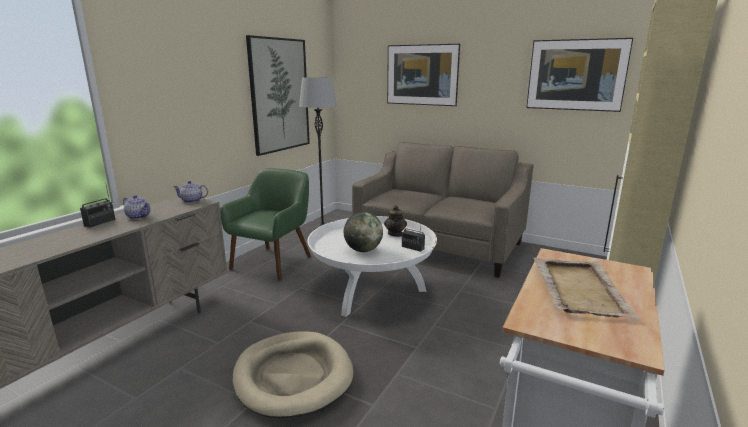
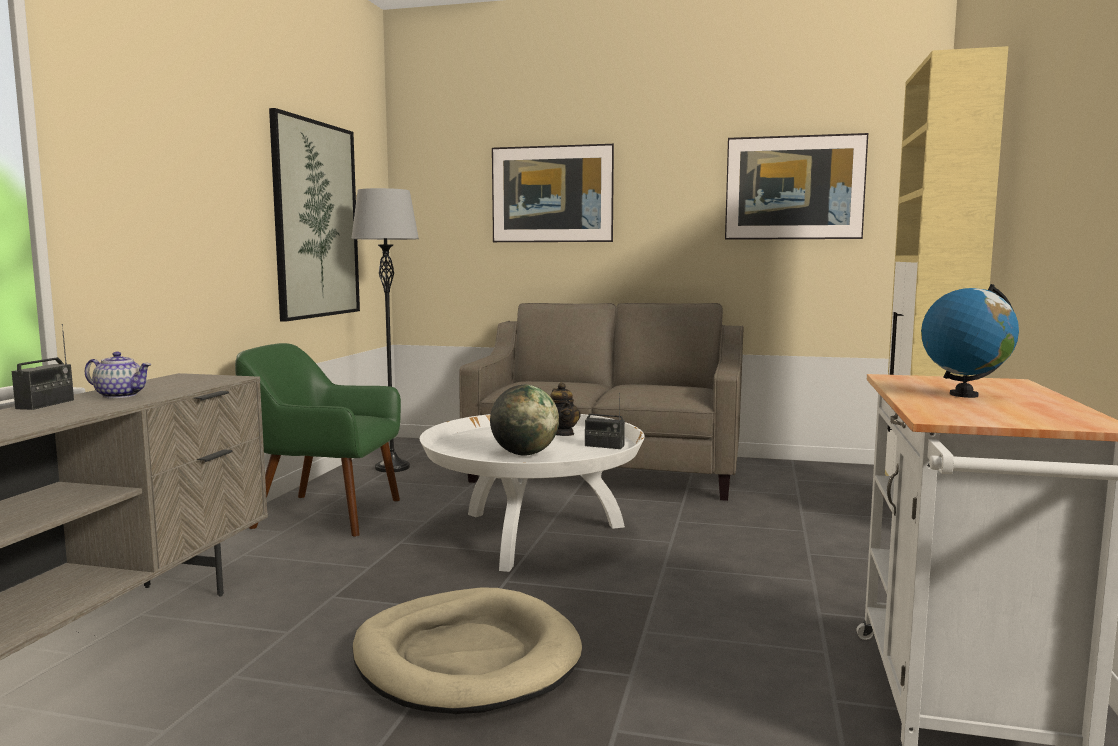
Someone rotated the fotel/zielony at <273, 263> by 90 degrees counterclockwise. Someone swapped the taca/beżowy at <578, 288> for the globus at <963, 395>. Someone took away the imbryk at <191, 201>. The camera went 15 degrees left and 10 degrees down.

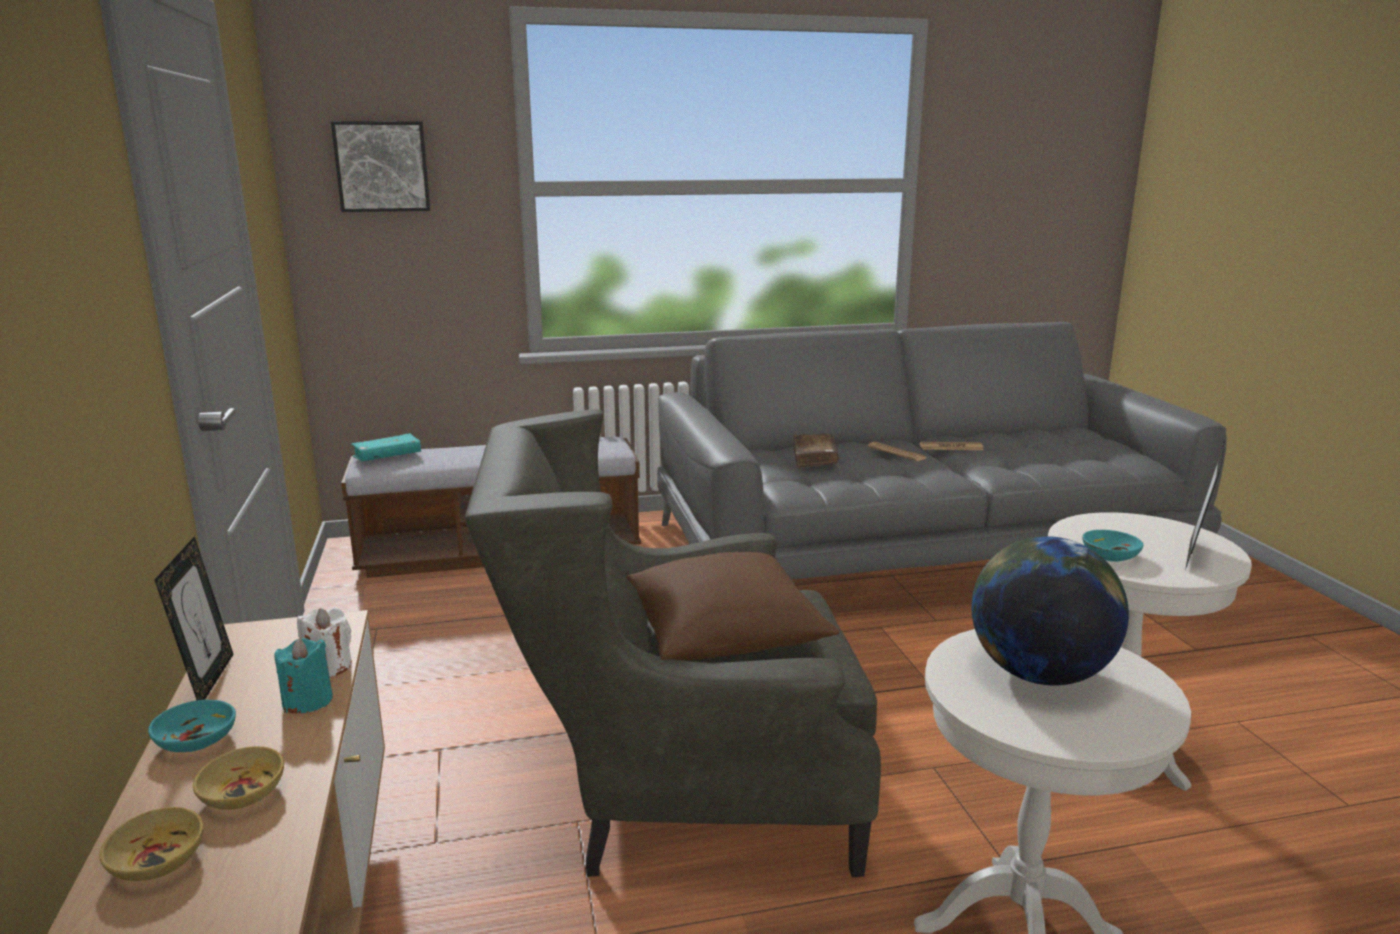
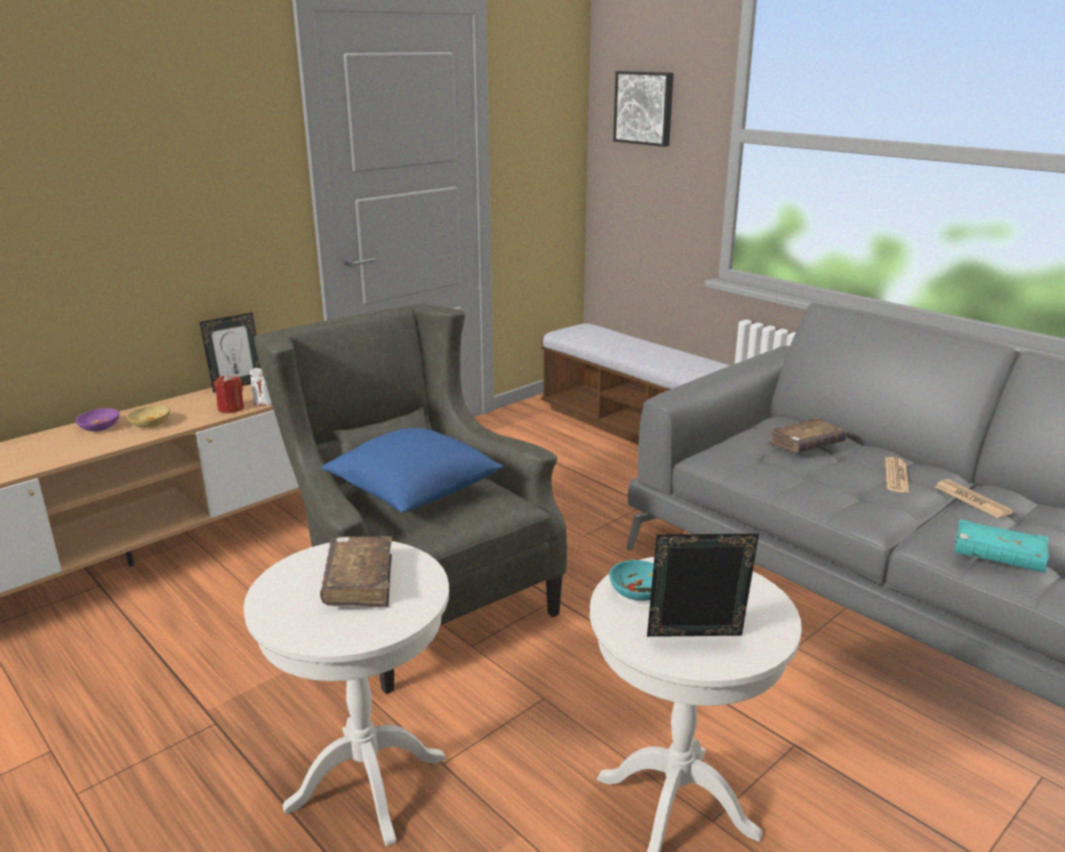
Someone repainted the miska/beżowy at <158, 860>, which became the miska/fioletowy at <100, 427>. Someone repainted the świeca/turkusowy at <307, 701>, which became the świeca/czerwony at <231, 408>. Someone swapped the globus at <1038, 673> for the książka/brązowy at <359, 582>. Someone repainted the poduszka/brązowy at <725, 638>, which became the poduszka/niebieski at <414, 493>. Someone carried the książka/turkusowy from <387, 457> to <997, 557>. Someone took away the miska/turkusowy at <197, 739>. The camera went 60 degrees right and 5 degrees up.

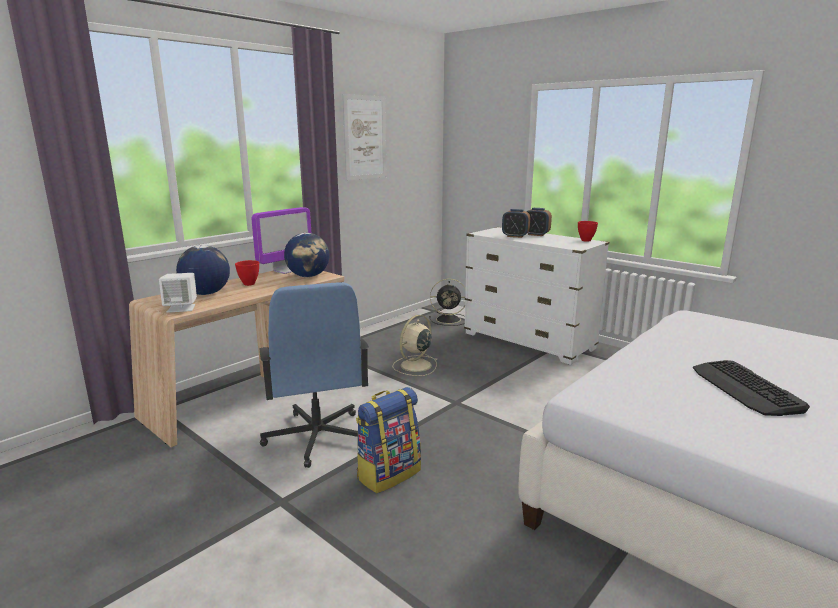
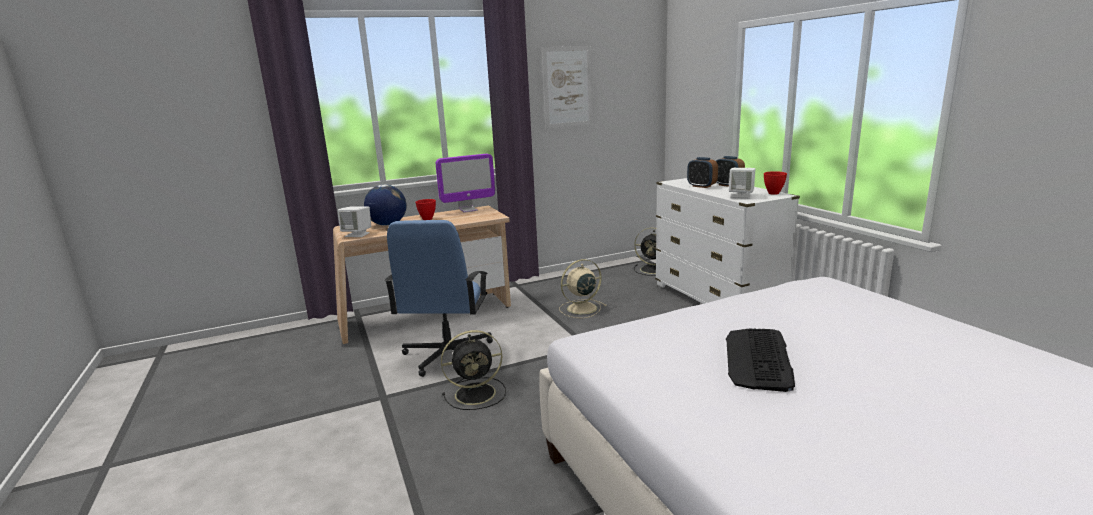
Someone swapped the plecak at <388, 473> for the wentylator/czarny at <477, 393>. Someone put down the głośnik/biały at <741, 196>. Someone took away the globus at <308, 276>. The camera went 25 degrees right and 0 degrees up.

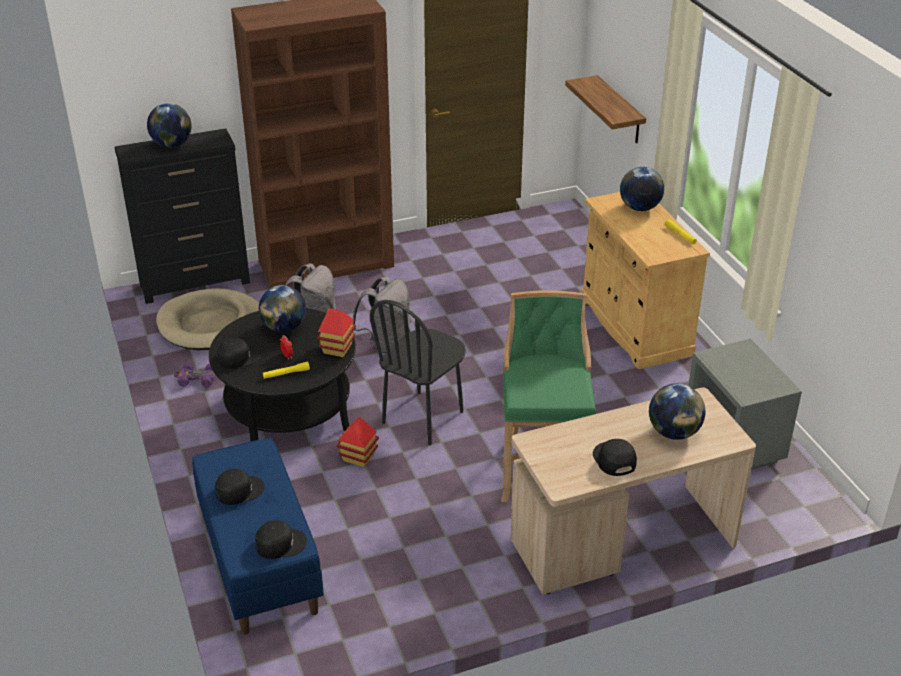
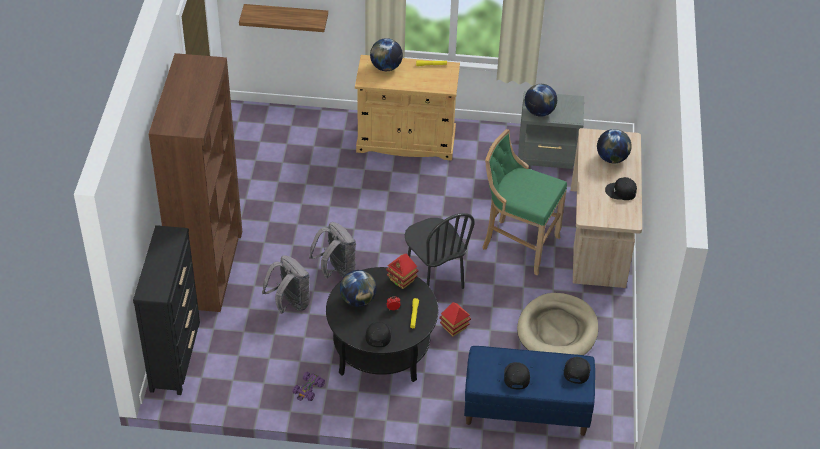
Someone carried the legowisko/beżowy from <211, 324> to <557, 330>. Someone carried the globus from <172, 145> to <539, 112>. The camera went 65 degrees left and 10 degrees up.

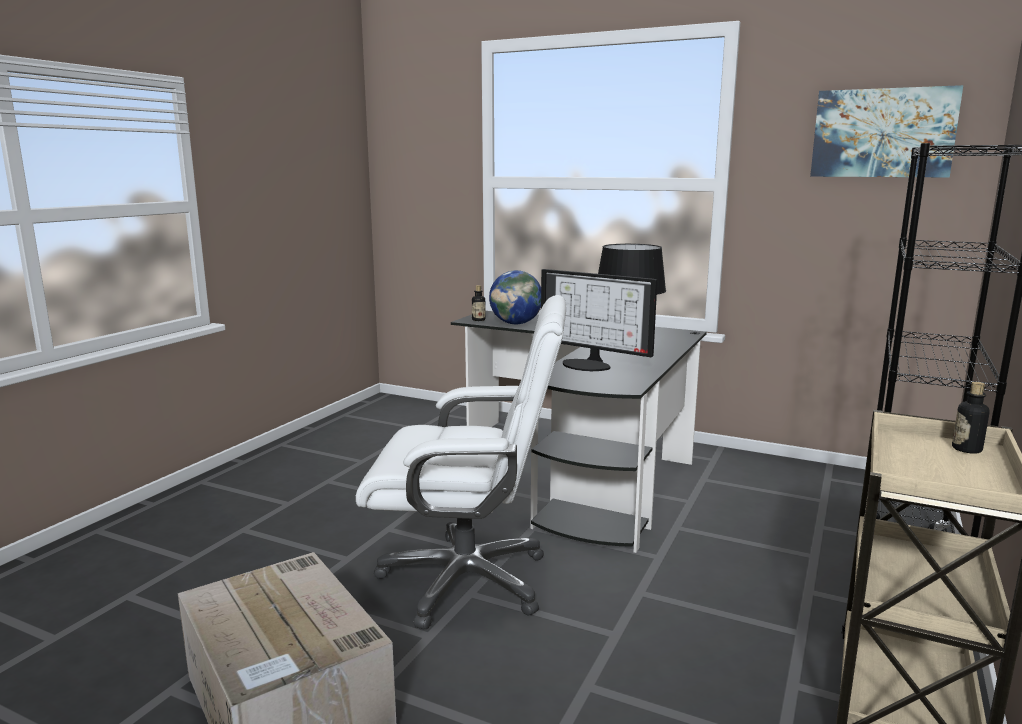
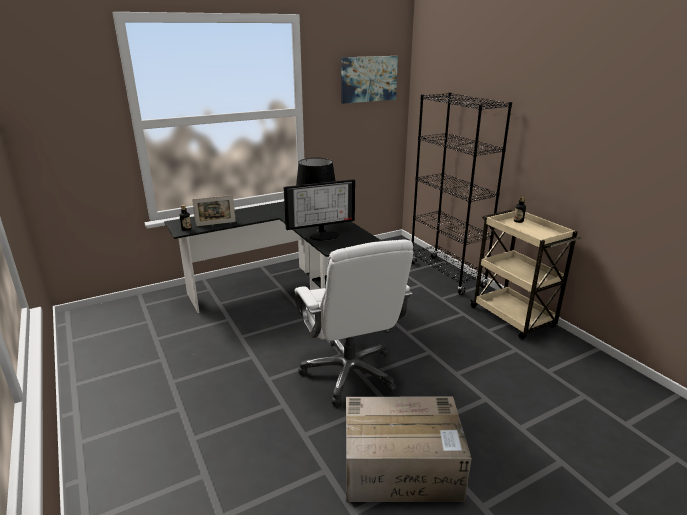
Someone swapped the globus at <516, 323> for the ramka na zdjęcie at <216, 224>. Someone rotated the krzesło biurowe/biały at <467, 580> by 120 degrees clockwise. The camera went 55 degrees left and 10 degrees up.

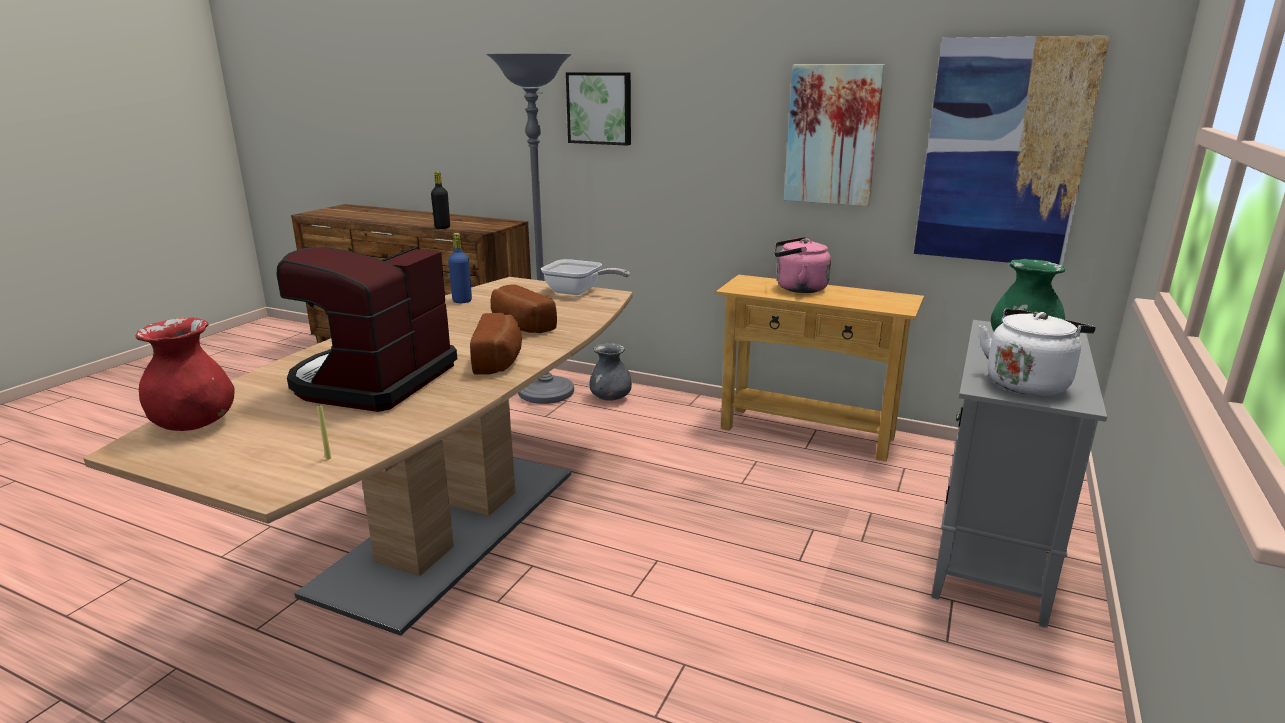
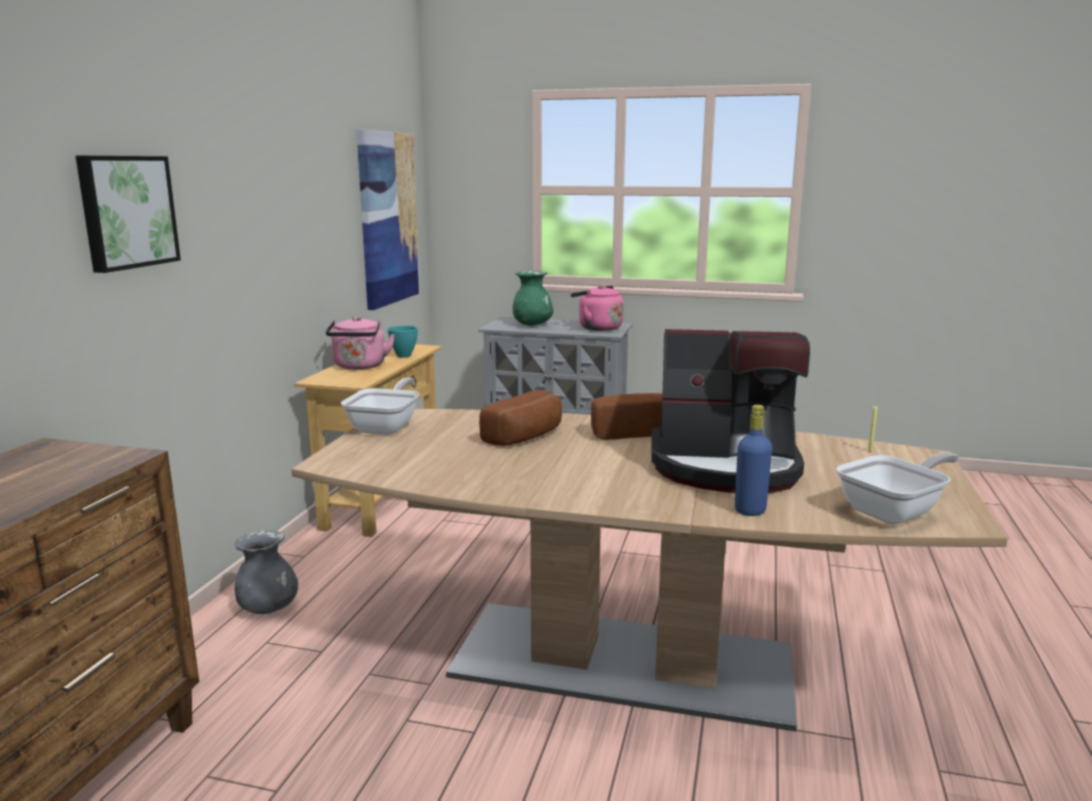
Someone put down the miska/turkusowy at <404, 355>. Someone repainted the czajnik/biały at <1028, 383>, which became the czajnik/różowy at <597, 328>. Someone carried the butelka/niebieski from <462, 301> to <750, 510>. Someone swapped the wazon/czerwony at <195, 424> for the patelnia at <895, 512>. Someone took away the butelka/czarny at <442, 227>. Someone took away the lampa stojąca/szary at <546, 393>. Someone took away the obraz at <832, 135>. The camera went 100 degrees left and 5 degrees down.

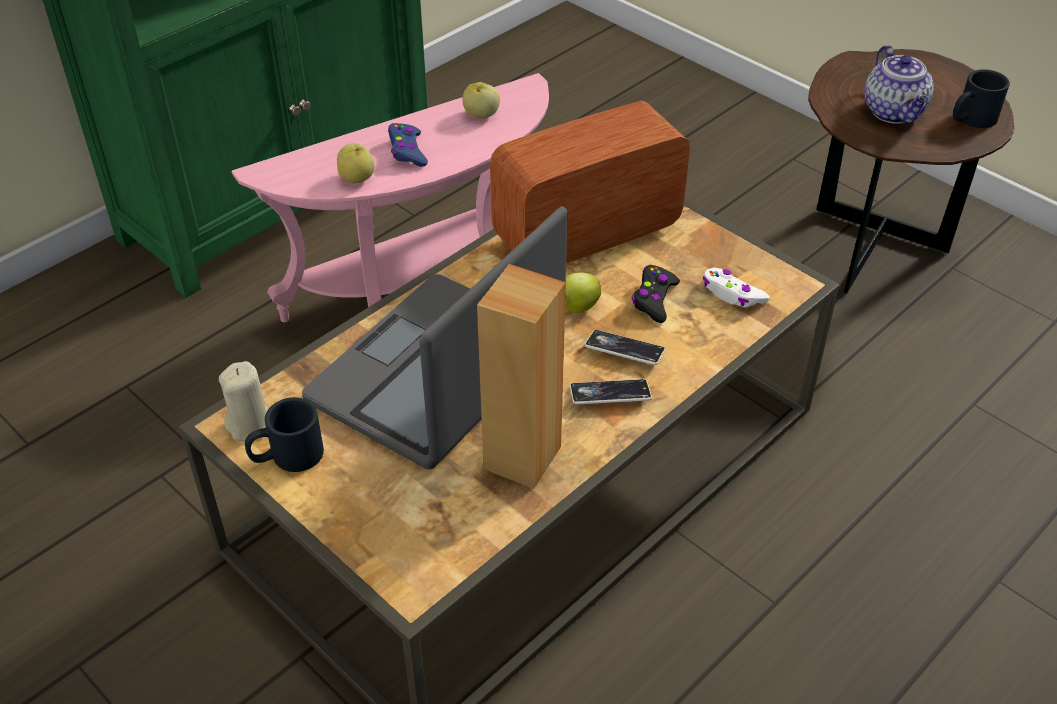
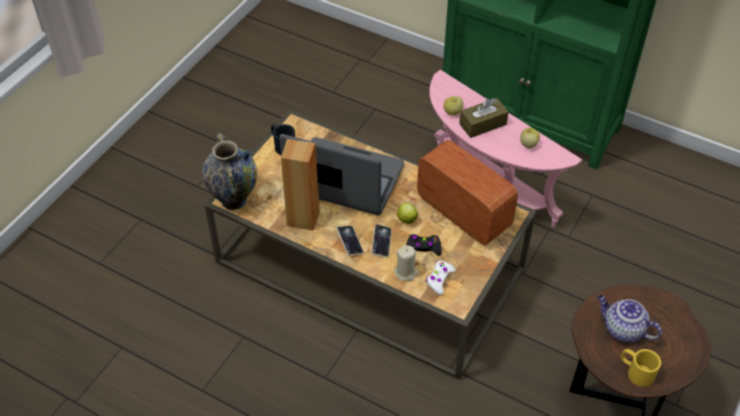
Someone put down the wazon at <234, 199>. Someone carried the świeca/beżowy from <251, 424> to <406, 272>. Someone swapped the pad do gier/niebieski at <407, 151> for the pudełko chusteczek/brązowy at <482, 124>. Someone rotated the imbryk at <894, 113> by 60 degrees clockwise. Someone repainted the kubek/czarny at <970, 119>, which became the kubek/żółty at <635, 371>. The camera went 75 degrees right and 5 degrees up.

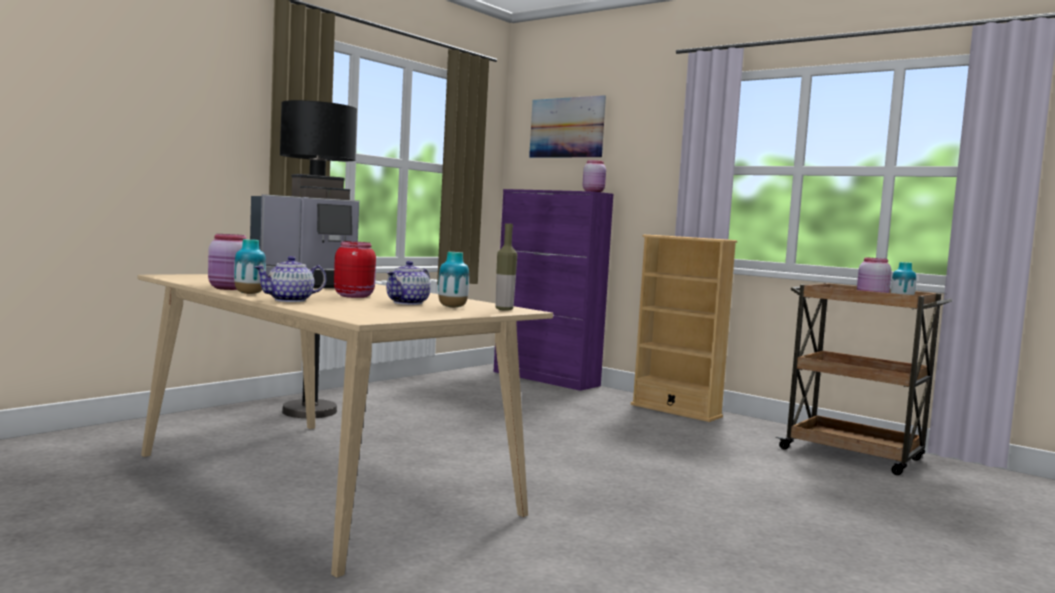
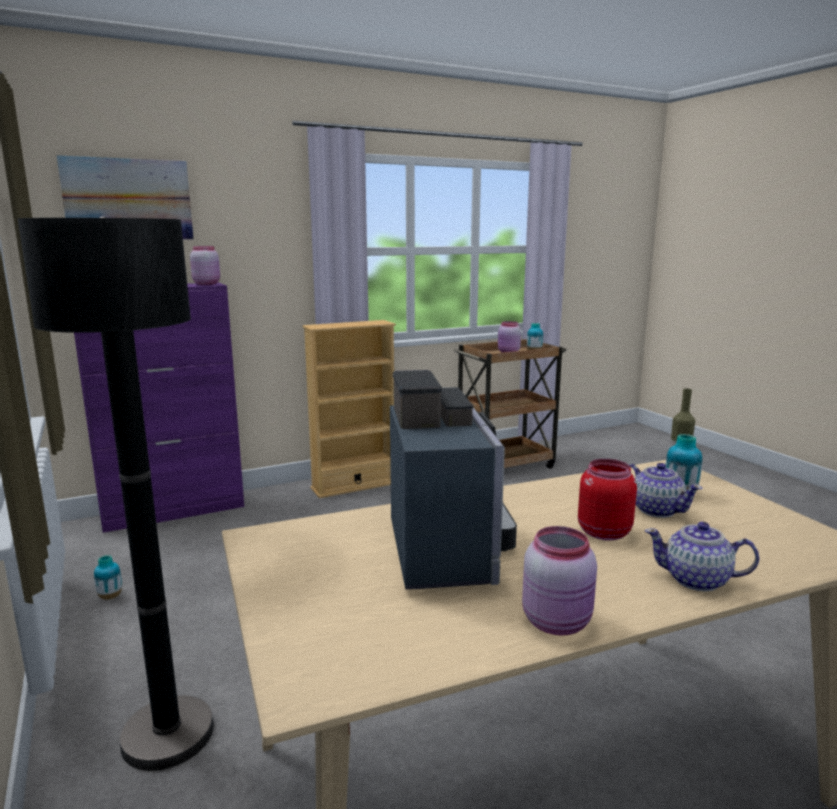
Someone carried the wazon from <249, 293> to <110, 596>. Someone rotated the imbryk at <291, 300> by 120 degrees clockwise. The camera went 65 degrees left and 10 degrees up.

